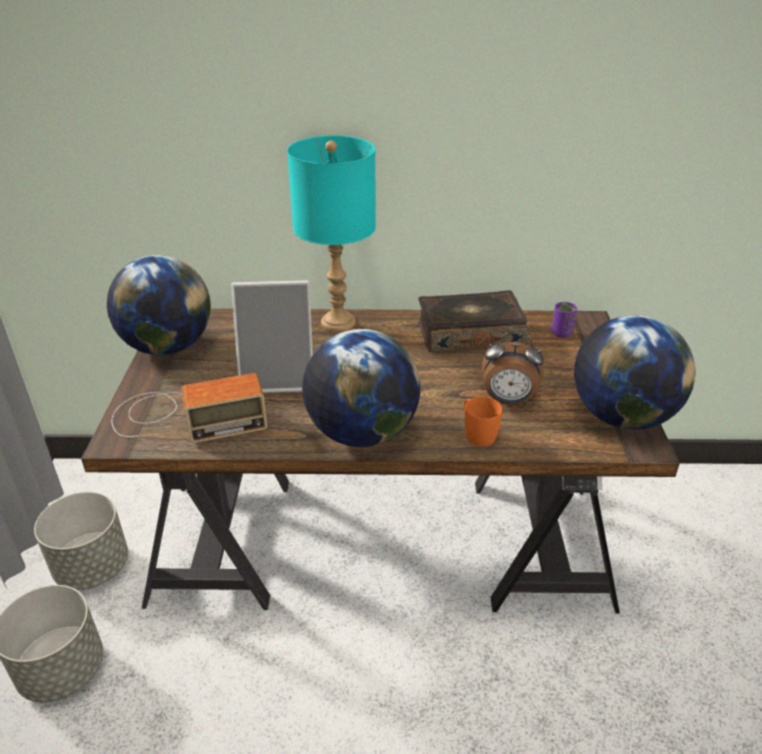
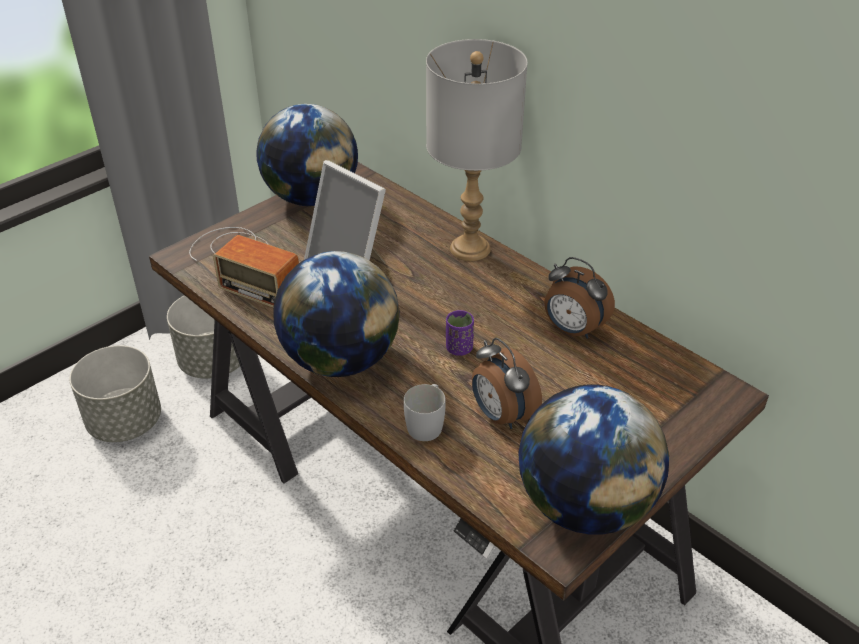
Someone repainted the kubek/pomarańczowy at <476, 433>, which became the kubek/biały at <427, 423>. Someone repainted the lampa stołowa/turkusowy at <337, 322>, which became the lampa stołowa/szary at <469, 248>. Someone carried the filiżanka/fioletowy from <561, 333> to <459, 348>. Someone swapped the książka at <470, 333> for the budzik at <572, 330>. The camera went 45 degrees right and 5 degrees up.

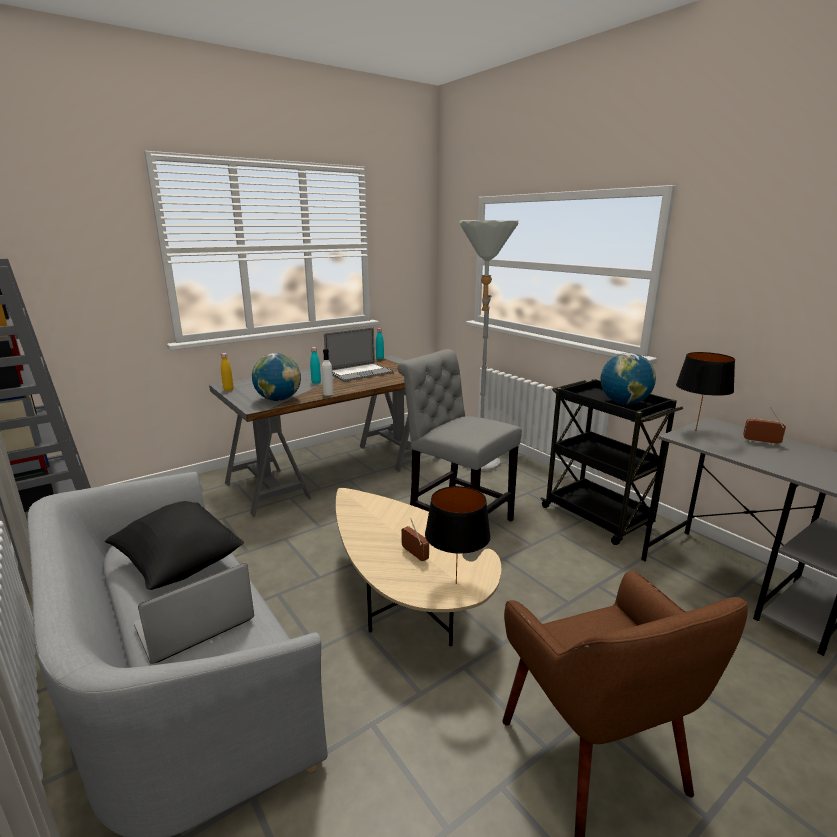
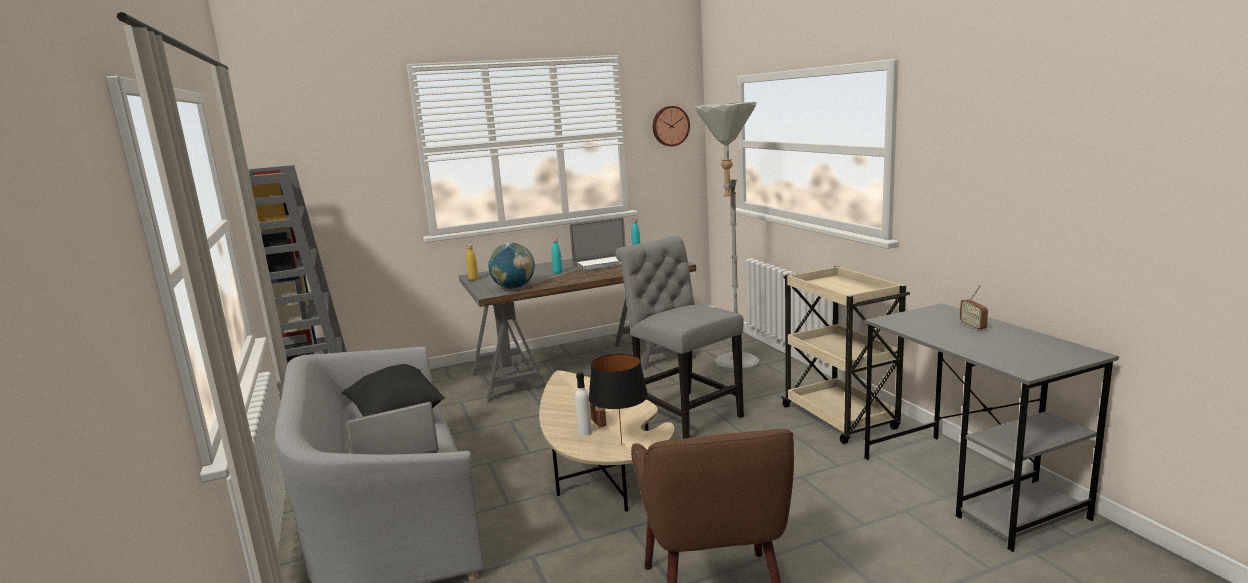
Someone carried the butelka/biały from <328, 394> to <585, 432>. Someone put up the zegar ścienny at <670, 126>. Someone repainted the wózek/czarny at <598, 517>, which became the wózek/beżowy at <840, 419>. Someone rotated the radio at <761, 442> by 135 degrees counterclockwise. Someone took away the globus at <624, 403>. Someone took away the lampa stołowa/czarny at <695, 431>. The camera went 15 degrees right and 5 degrees down.

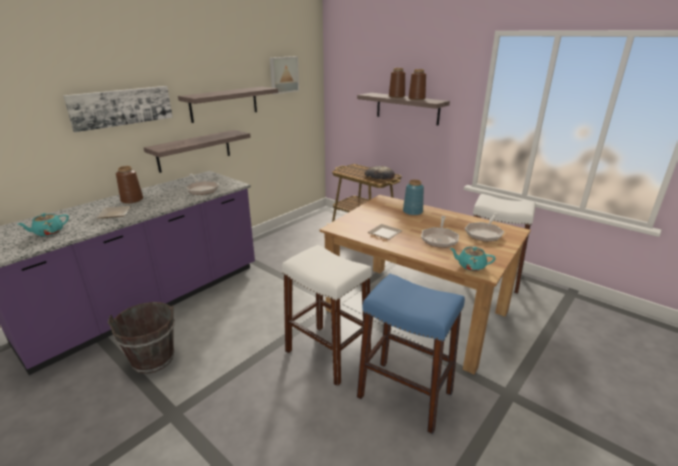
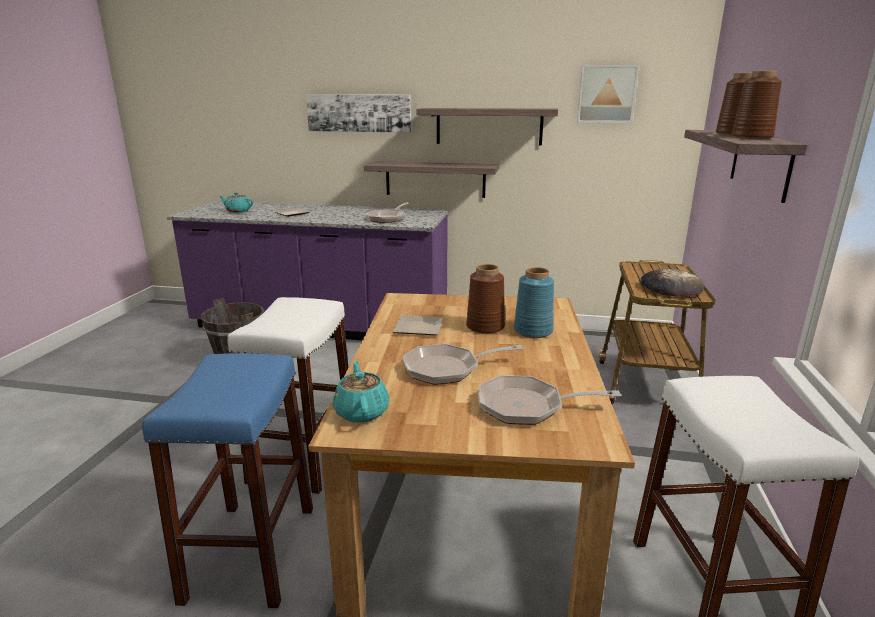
Someone carried the wazon/brązowy from <132, 200> to <484, 327>. The camera went 60 degrees right and 5 degrees down.

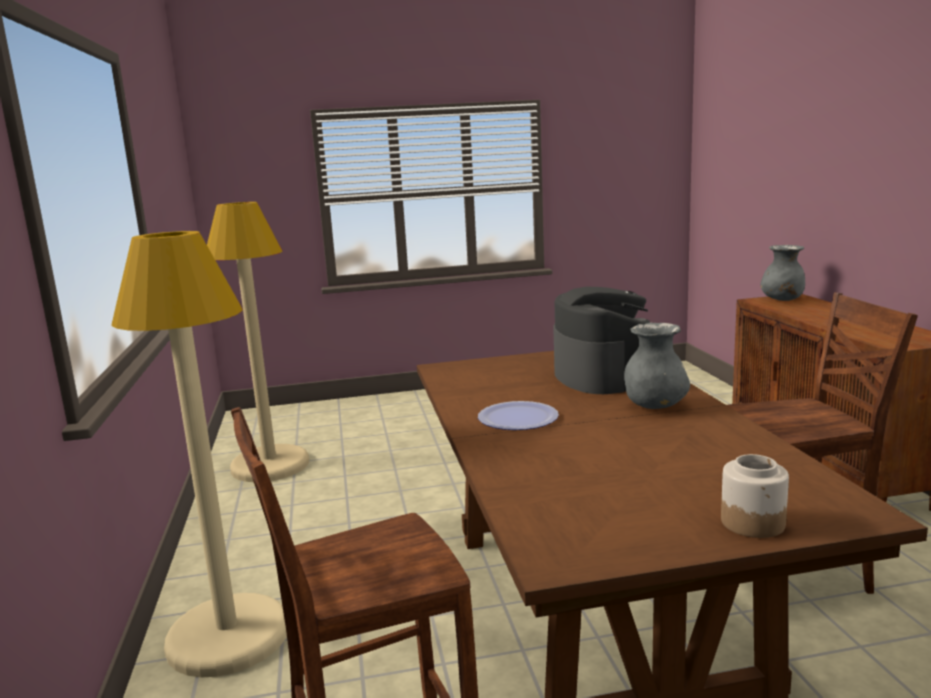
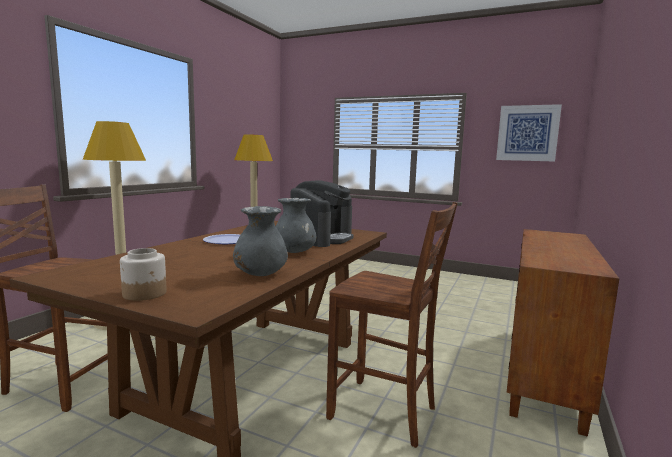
Someone carried the wazon/szary from <782, 300> to <260, 274>. Someone put up the obraz at <527, 133>. The camera went 35 degrees right and 5 degrees down.

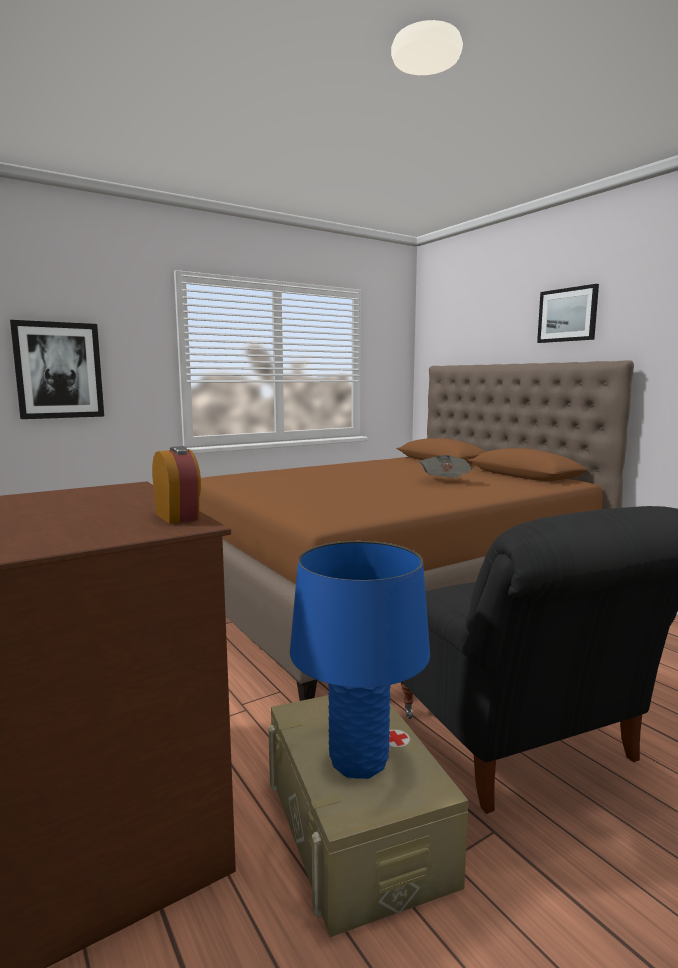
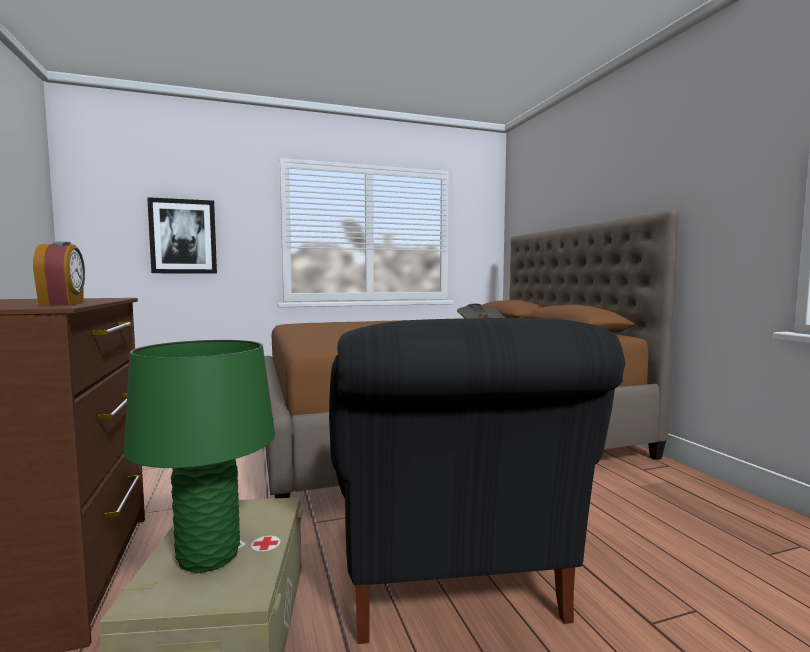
Someone repainted the lampa stołowa/niebieski at <358, 761>, which became the lampa stołowa/zielony at <208, 557>. Someone took away the obraz at <567, 315>. The camera went 15 degrees right and 5 degrees down.

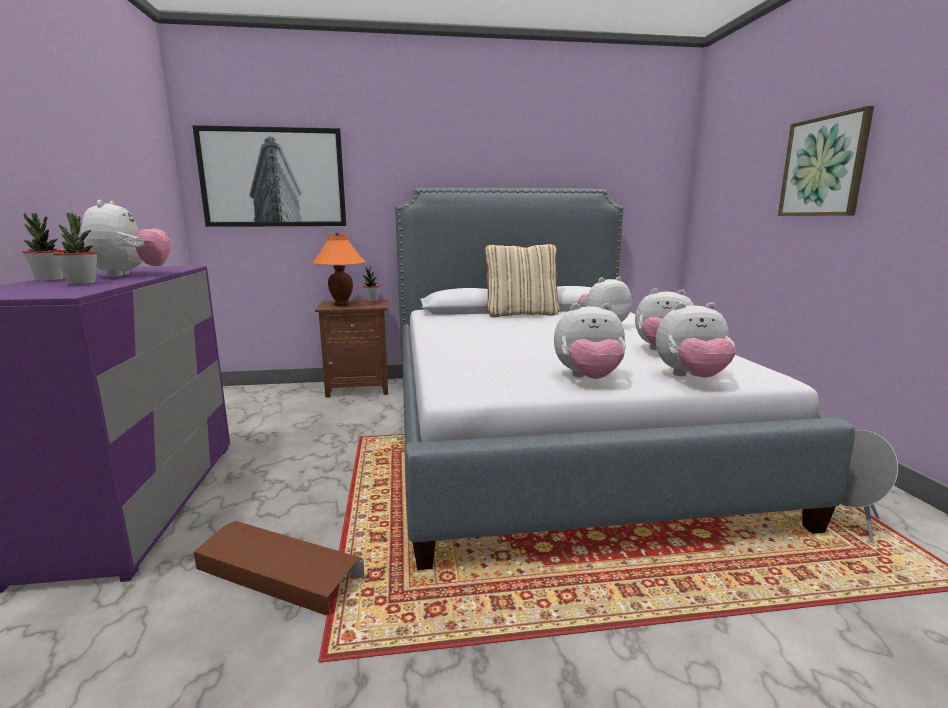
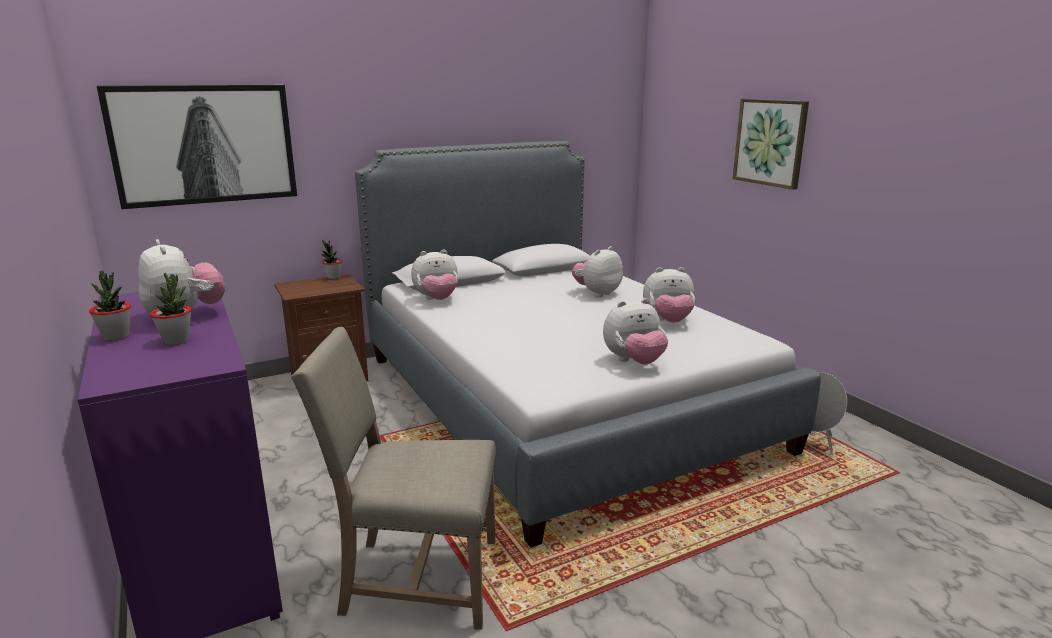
Someone swapped the pojemnik do przechowywania/brązowy at <279, 574> for the krzesło/beżowy at <415, 579>. Someone carried the pluszak from <691, 378> to <437, 300>. Someone took away the lampa stołowa/pomarańczowy at <341, 305>. Someone took away the poduszka/beżowy at <521, 314>. The camera went 20 degrees left and 5 degrees up.

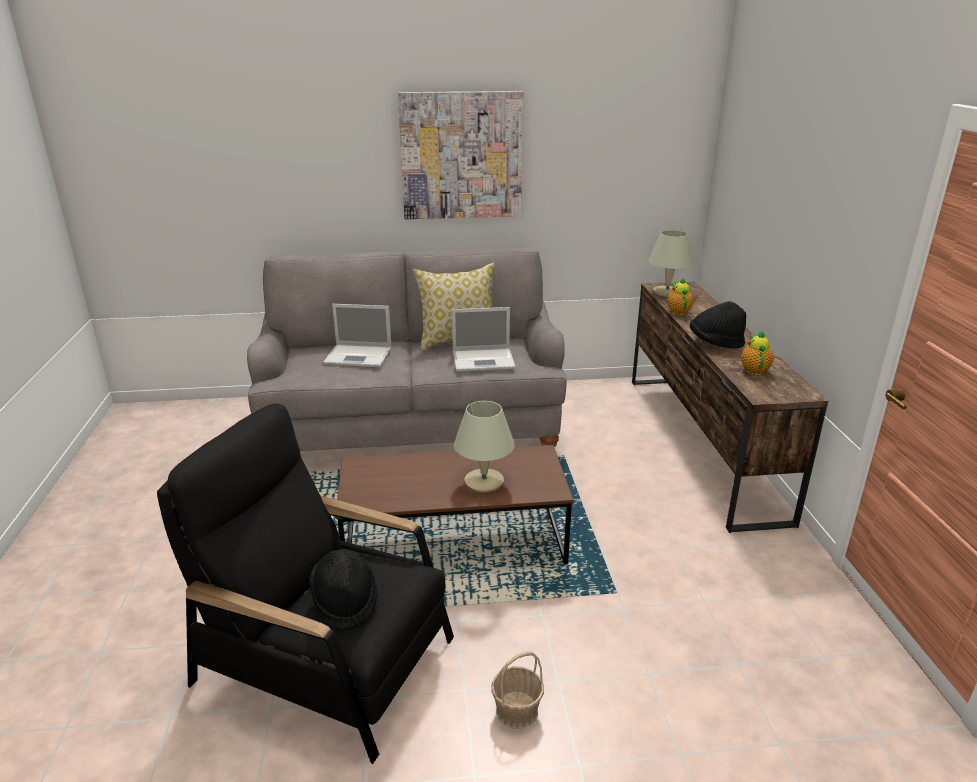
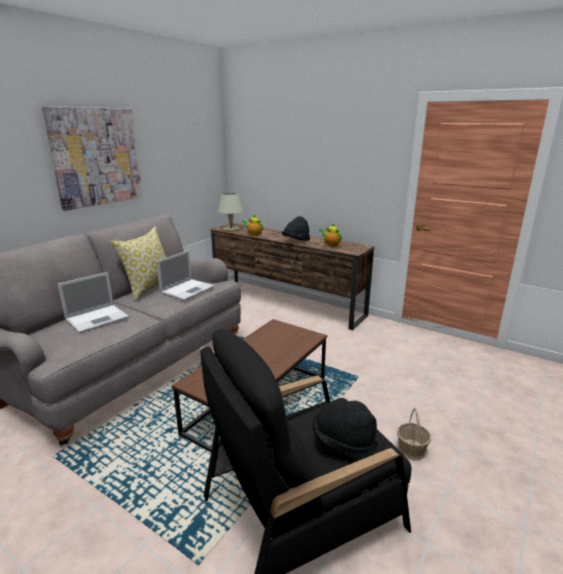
Someone took away the lampa stołowa/beżowy at <484, 481>. The camera went 50 degrees left and 5 degrees down.

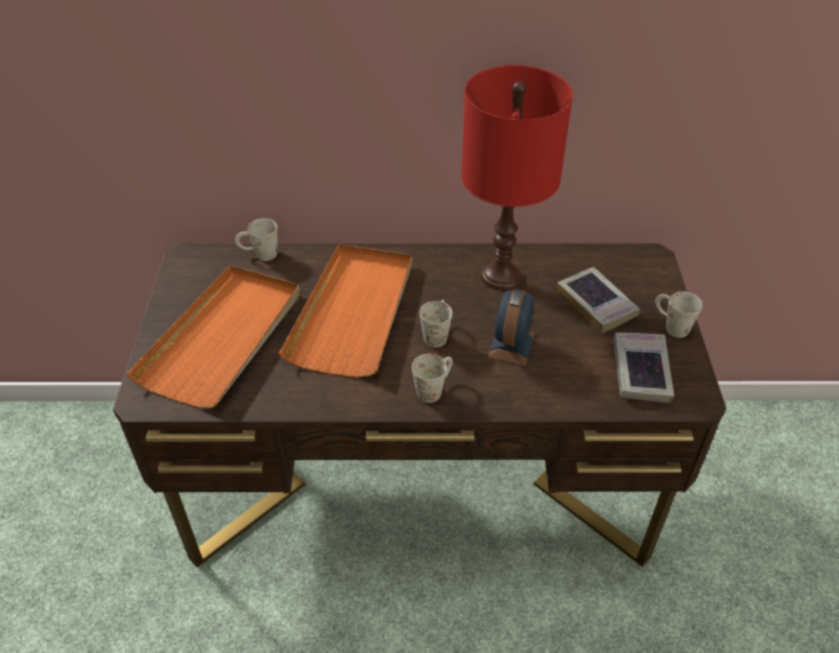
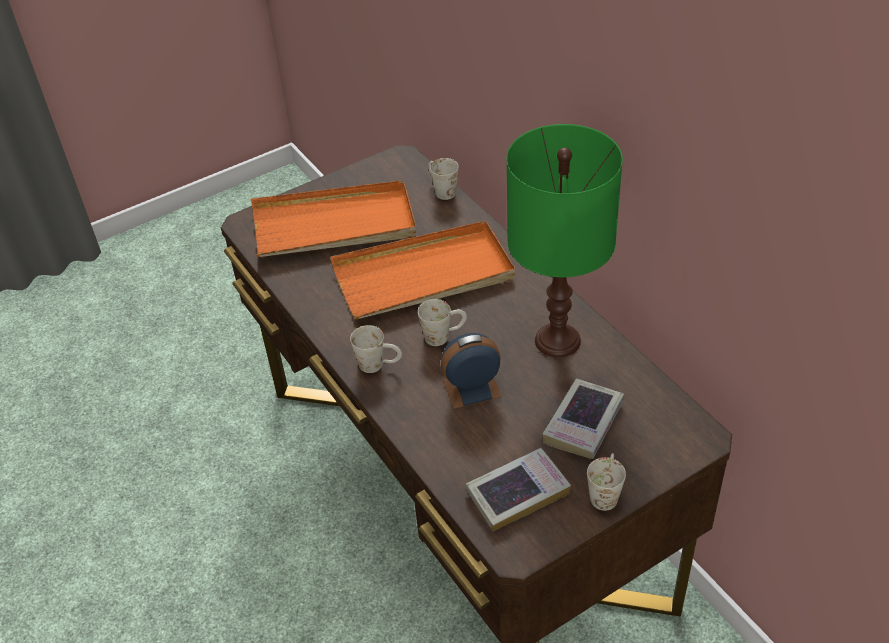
Someone repainted the lampa stołowa/czerwony at <502, 276>, which became the lampa stołowa/zielony at <558, 341>. The camera went 60 degrees right and 0 degrees up.

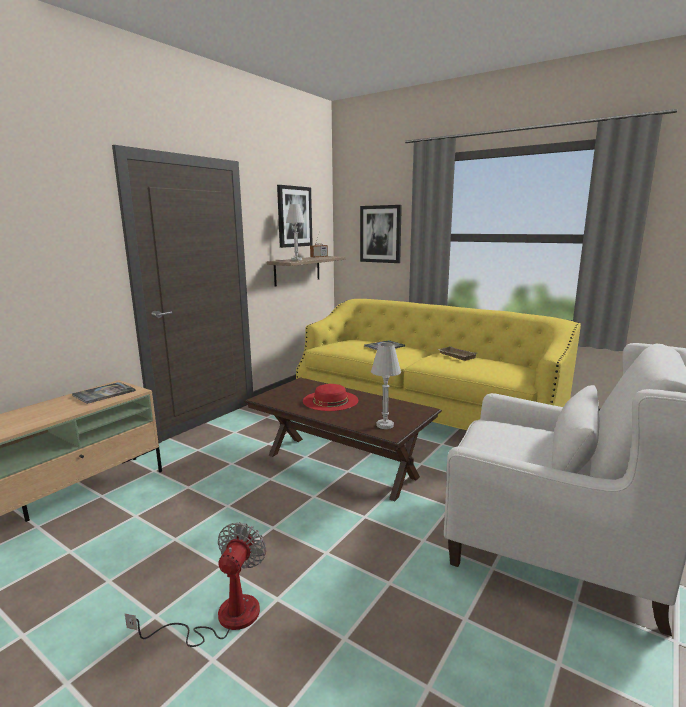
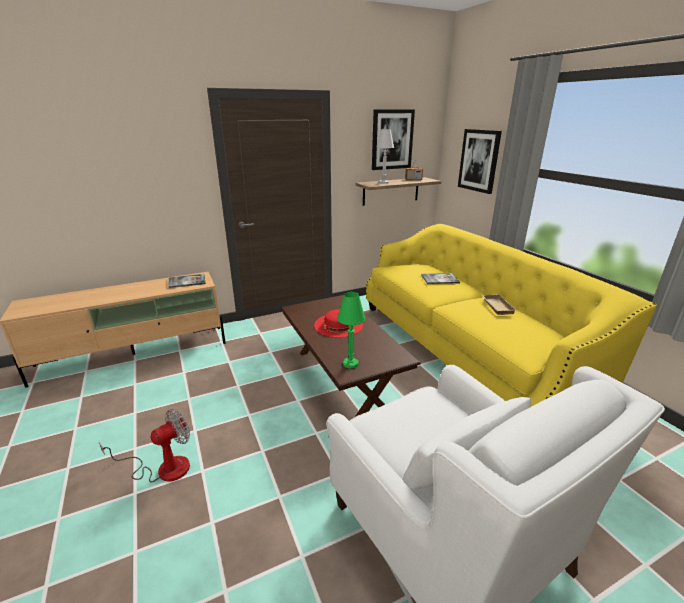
Someone repainted the lampa stołowa/biały at <385, 425>, which became the lampa stołowa/zielony at <350, 364>. The camera went 30 degrees right and 10 degrees up.

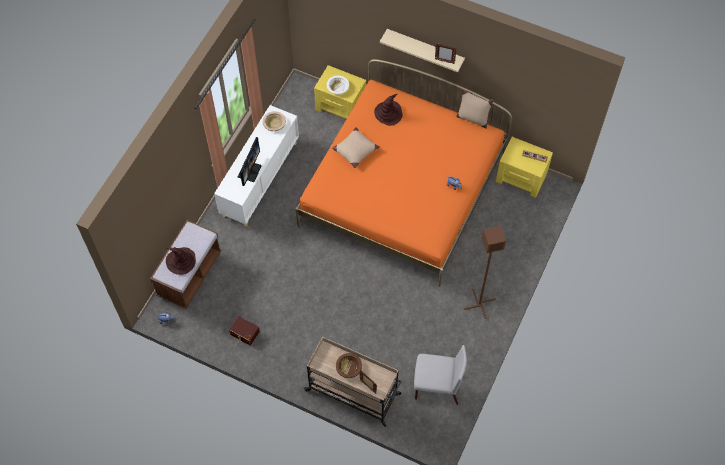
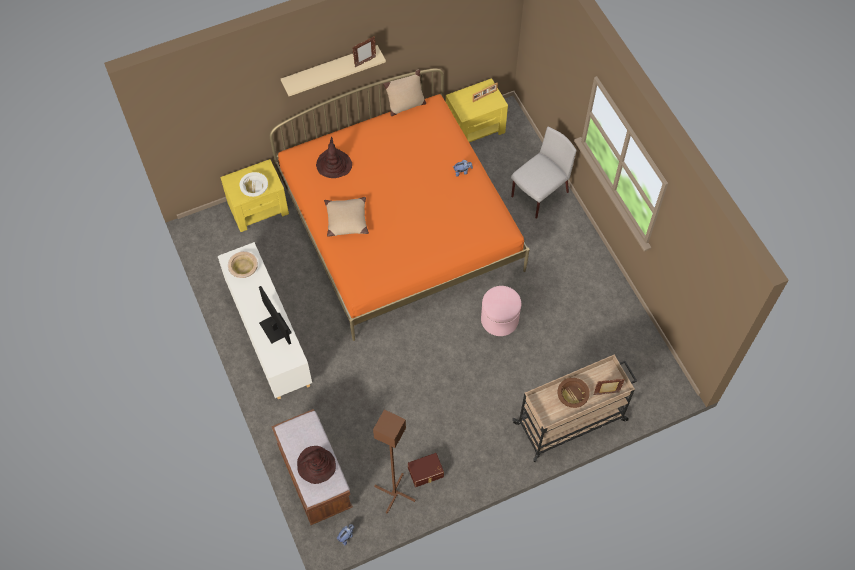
Someone carried the lampa stojąca/brązowy from <479, 304> to <394, 494>. Someone put down the pufa/różowy at <499, 319>. Someone carried the krzesło/szary from <437, 386> to <539, 195>. The camera went 50 degrees left and 0 degrees up.

